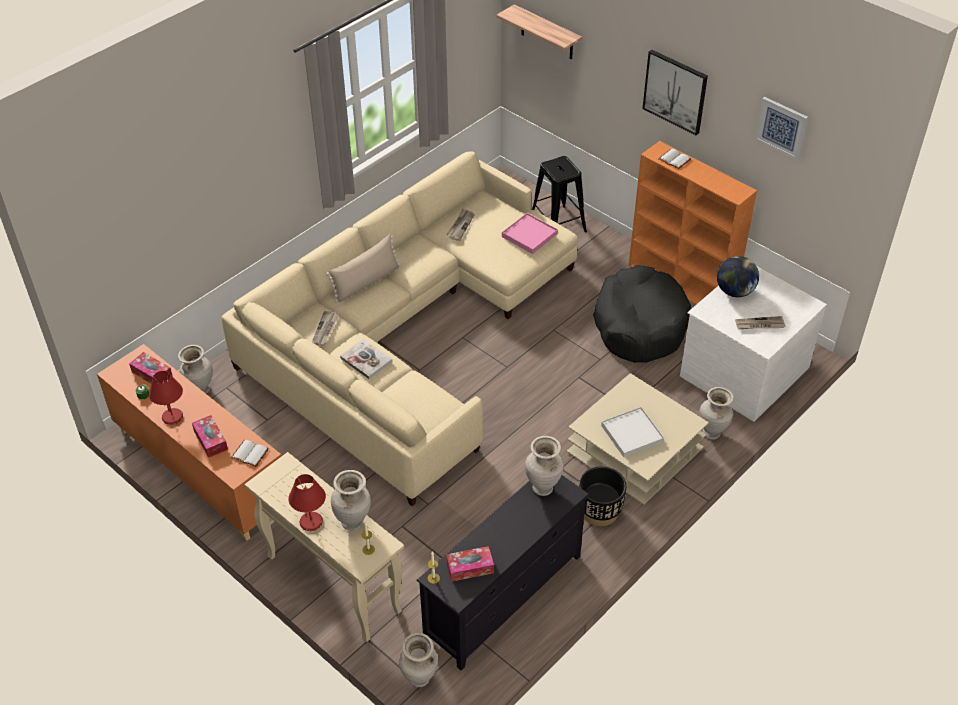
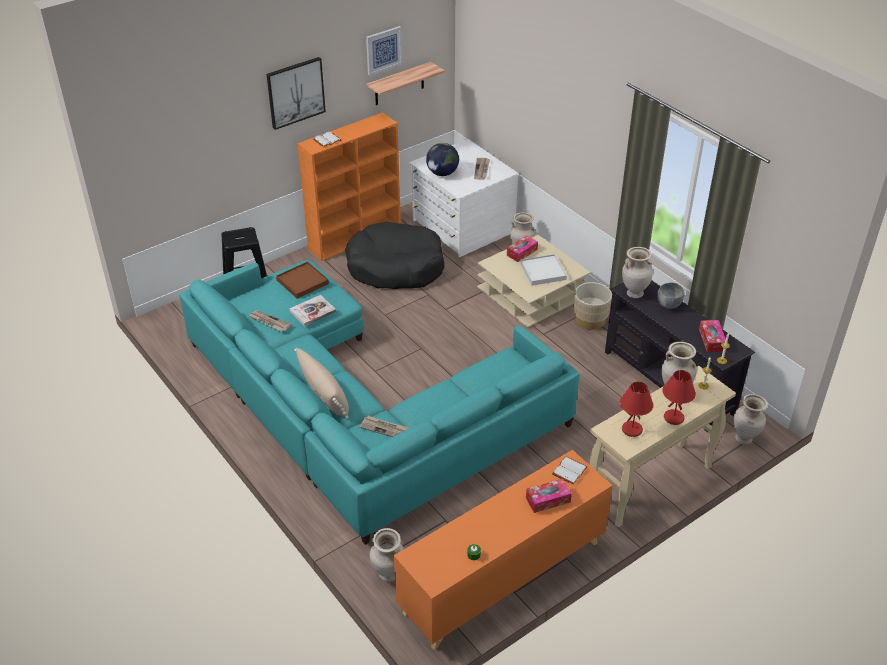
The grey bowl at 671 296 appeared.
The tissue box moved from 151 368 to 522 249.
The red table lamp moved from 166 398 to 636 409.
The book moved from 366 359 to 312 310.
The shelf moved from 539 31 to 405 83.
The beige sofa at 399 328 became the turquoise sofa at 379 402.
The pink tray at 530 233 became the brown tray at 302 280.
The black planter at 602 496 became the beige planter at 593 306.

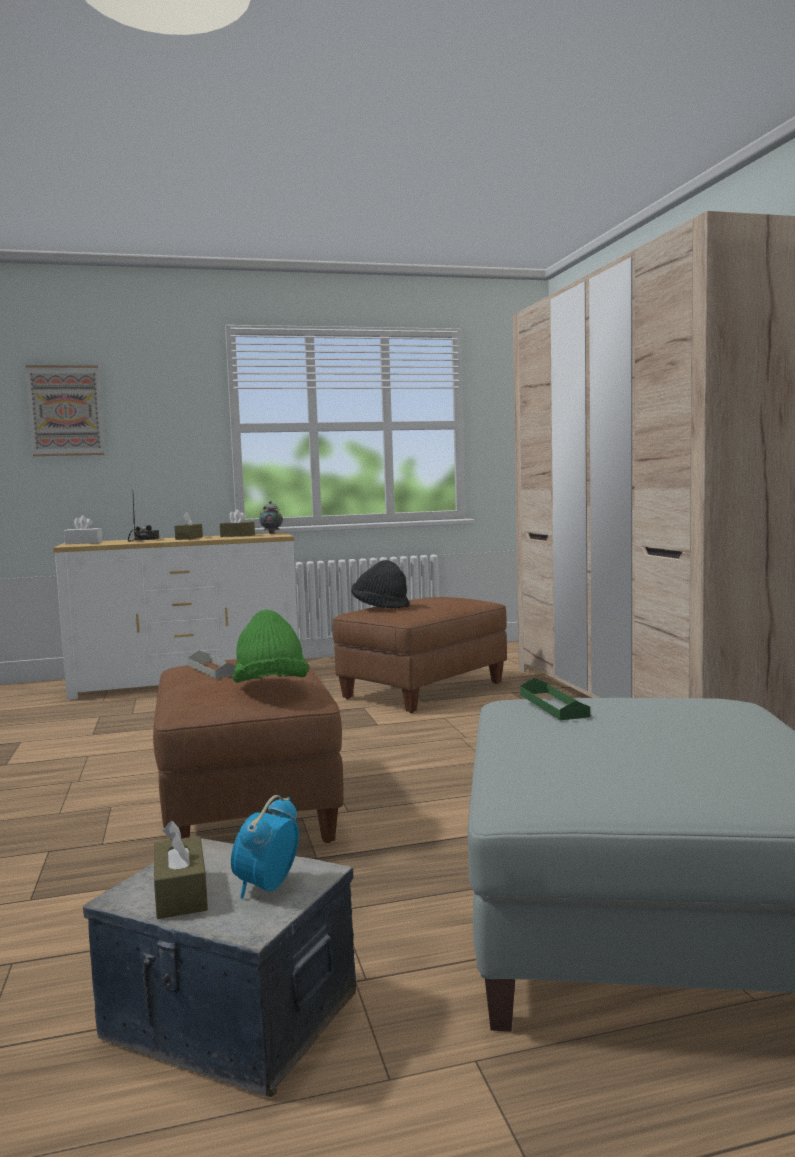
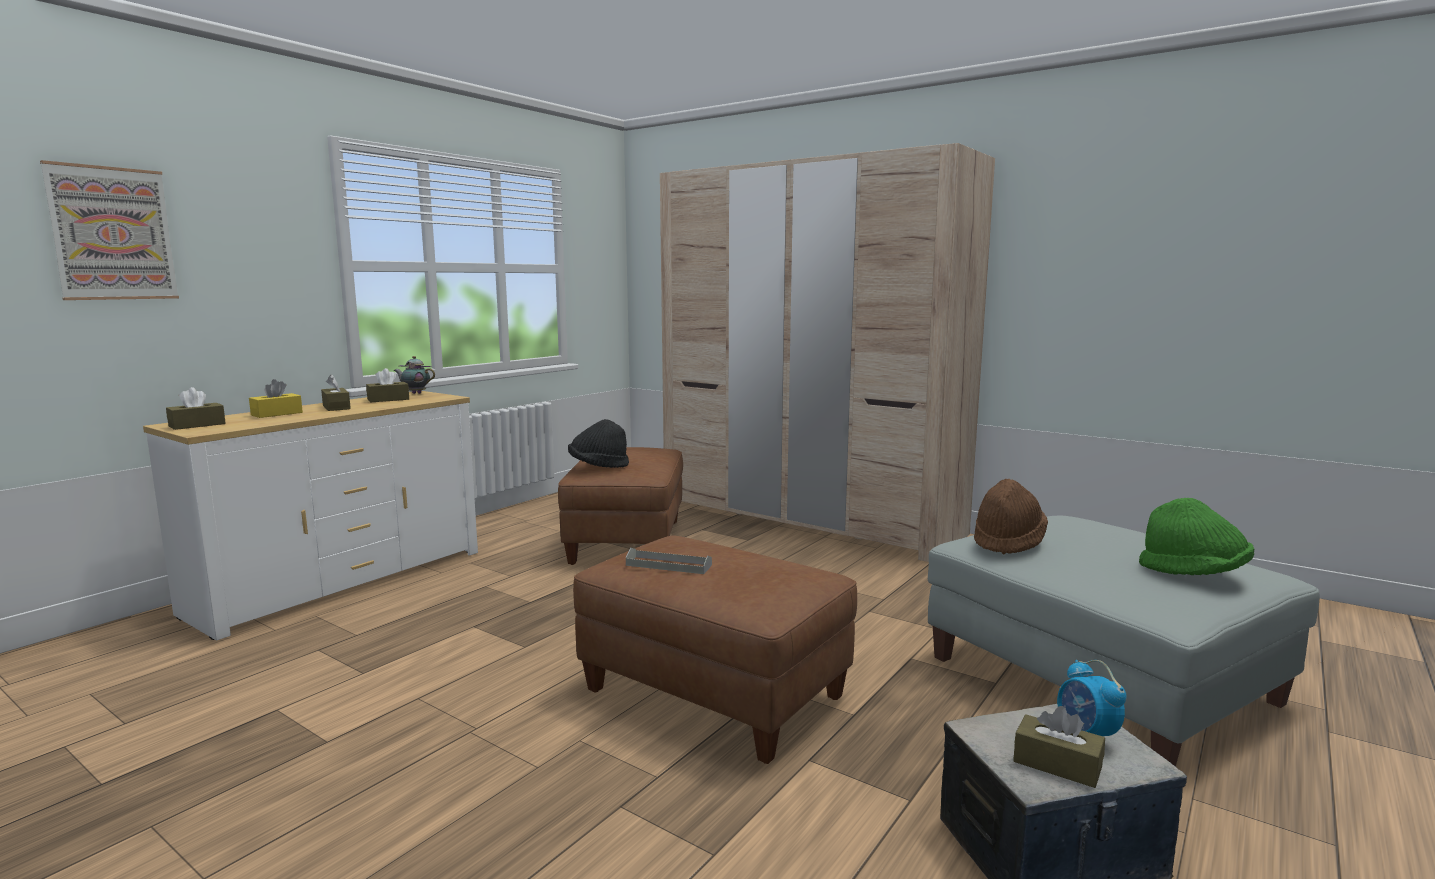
The green hat moved from 270 646 to 1196 536.
The radio at 143 519 was replaced by the yellow tissue box at 276 398.
The green tray at 555 699 was replaced by the brown hat at 1011 516.
The white tissue box at 83 529 became the brown tissue box at 196 408.

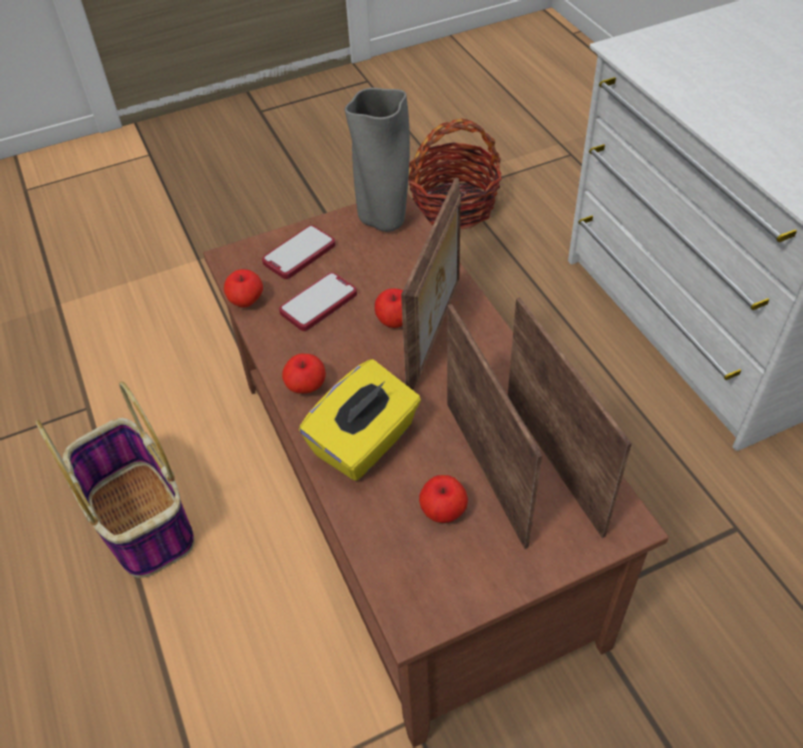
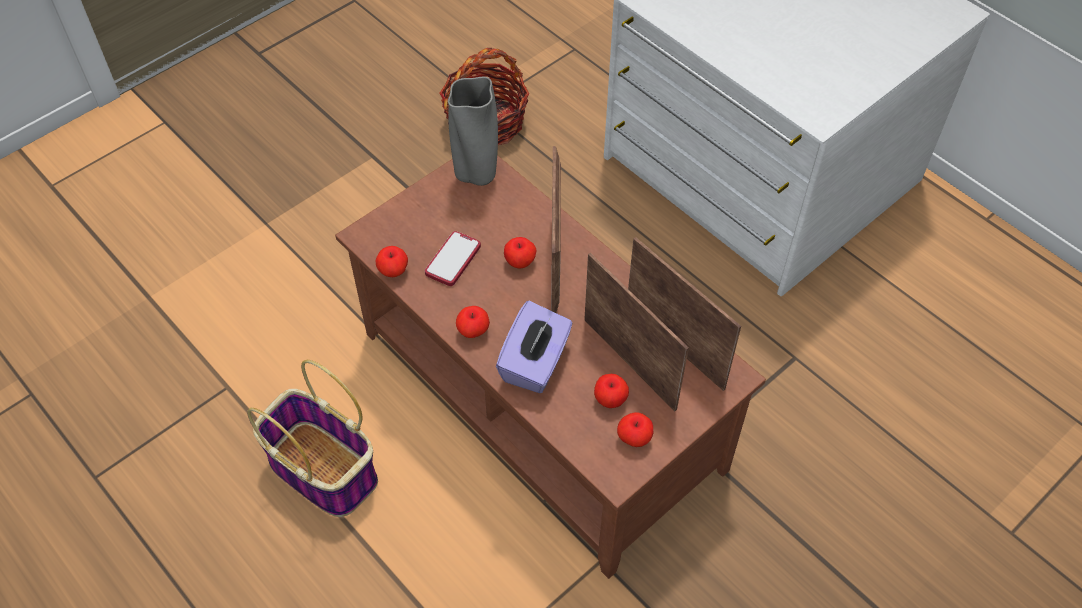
The phone at 298 252 disappeared.
The apple at 635 429 appeared.
The yellow tissue box at 360 420 became the purple tissue box at 534 347.

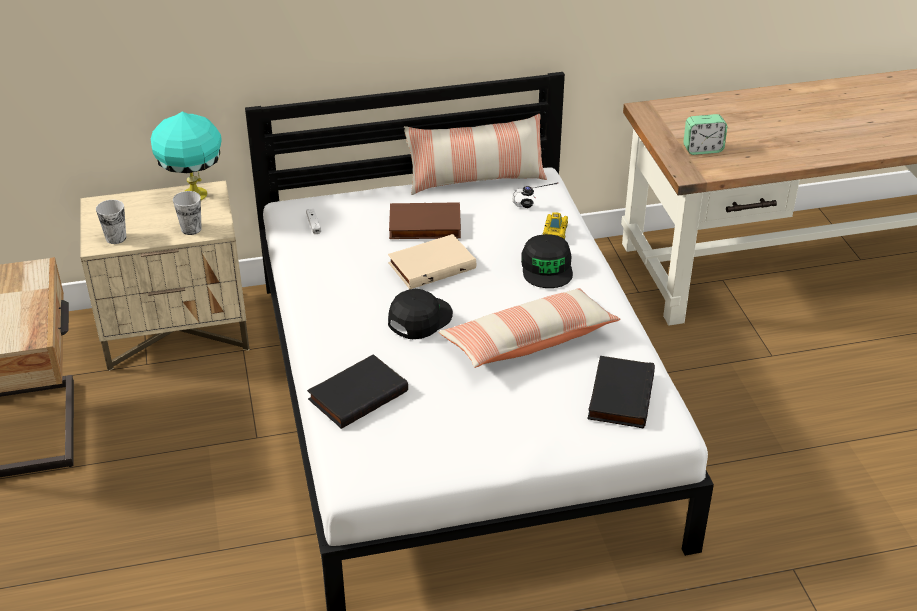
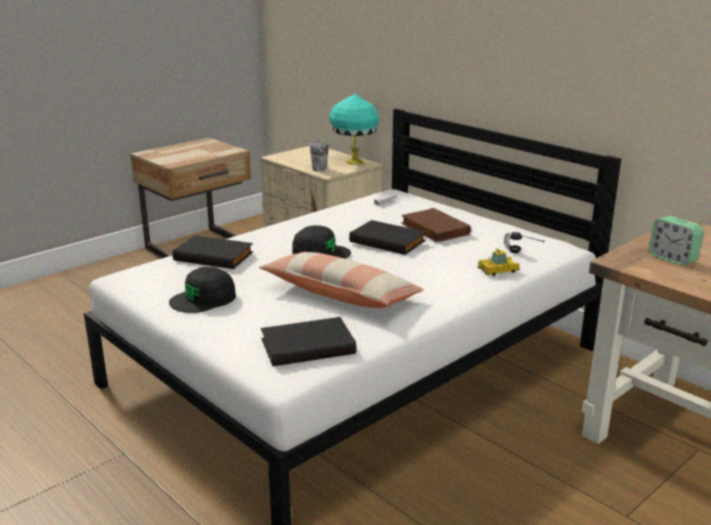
The cup at 111 222 disappeared.
The pillow at 475 154 disappeared.
The black cap moved from 547 261 to 202 290.
The beige book at 432 261 became the black book at 387 237.

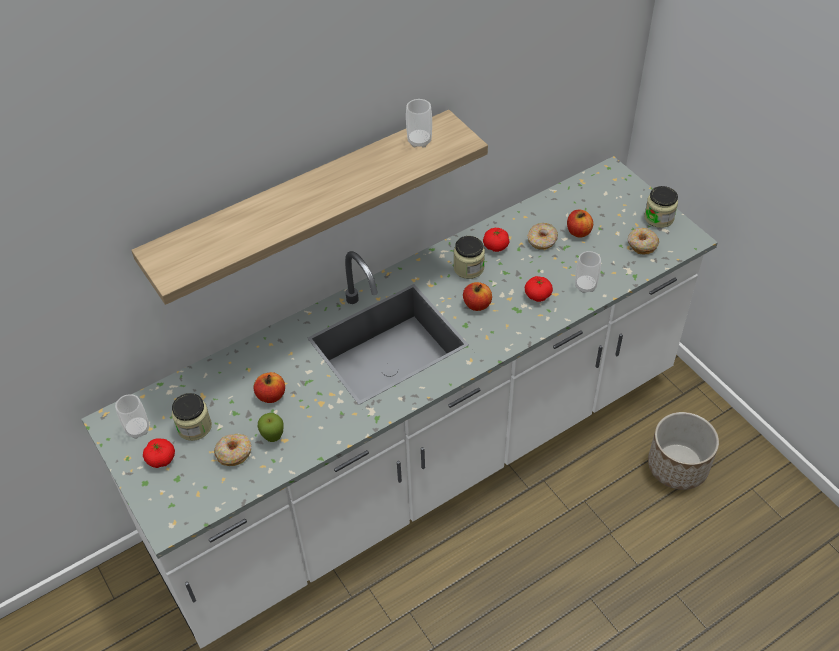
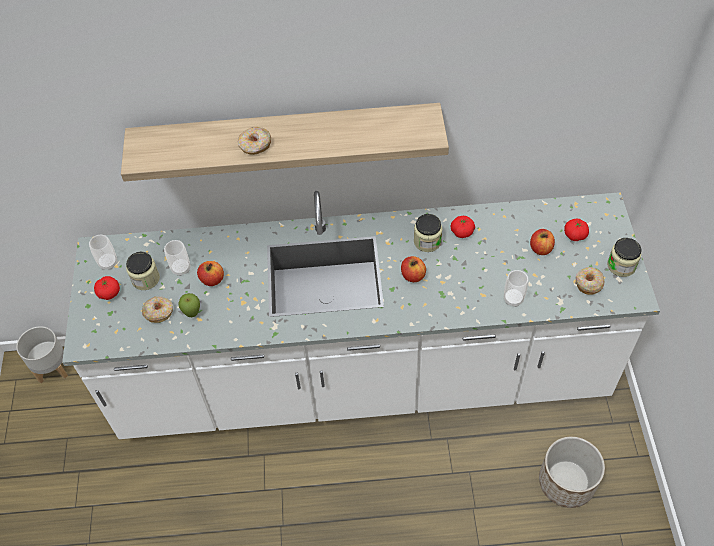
The grey planter at 42 355 appeared.
The cup moved from 419 123 to 177 258.
The tomato moved from 539 289 to 576 230.
The donut moved from 542 236 to 254 141.

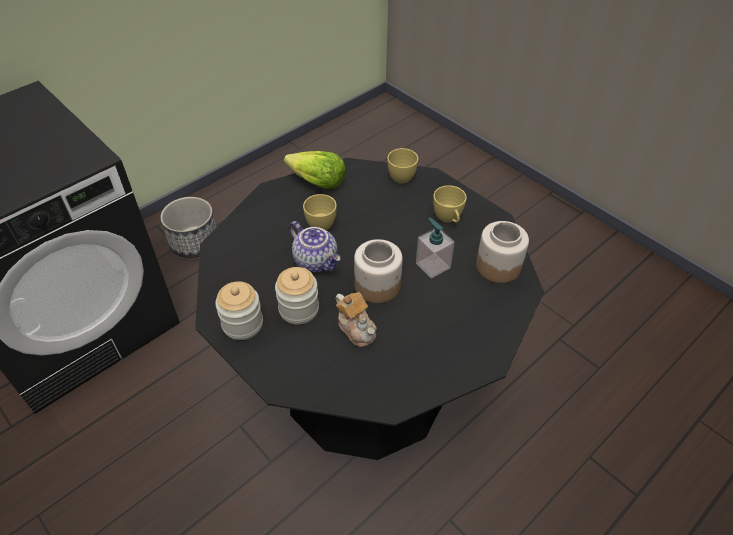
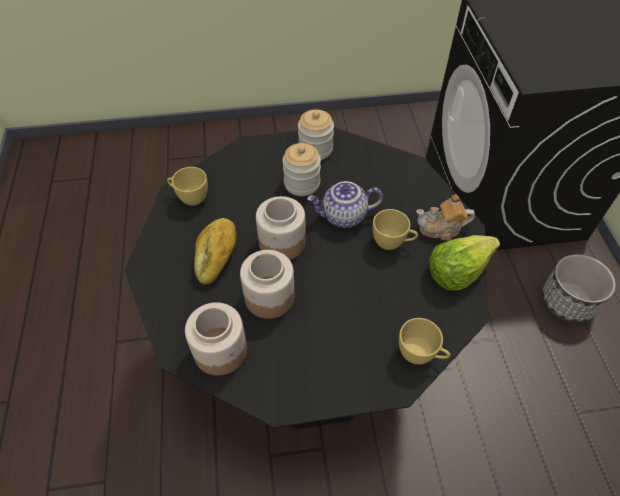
The bread at 215 251 appeared.
The teapot moved from 356 319 to 445 217.
The yellow cup moved from 450 204 to 187 186.
The soap dispenser at 435 248 was replaced by the jar at 267 284.

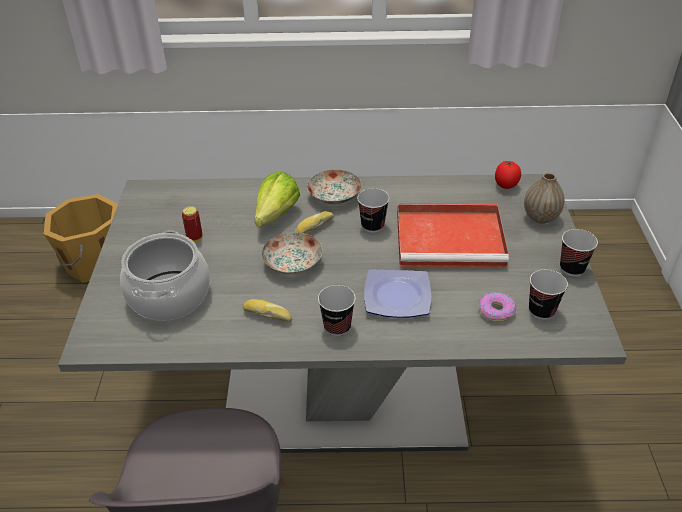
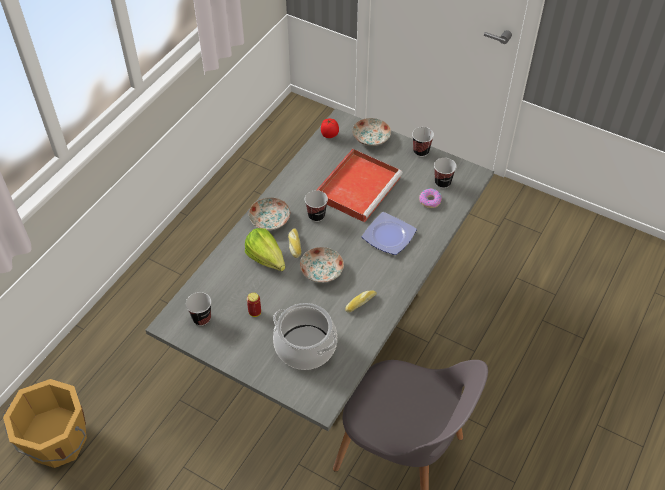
The cup moved from 337 310 to 198 309.
The vase at 544 198 was replaced by the plate at 371 132.

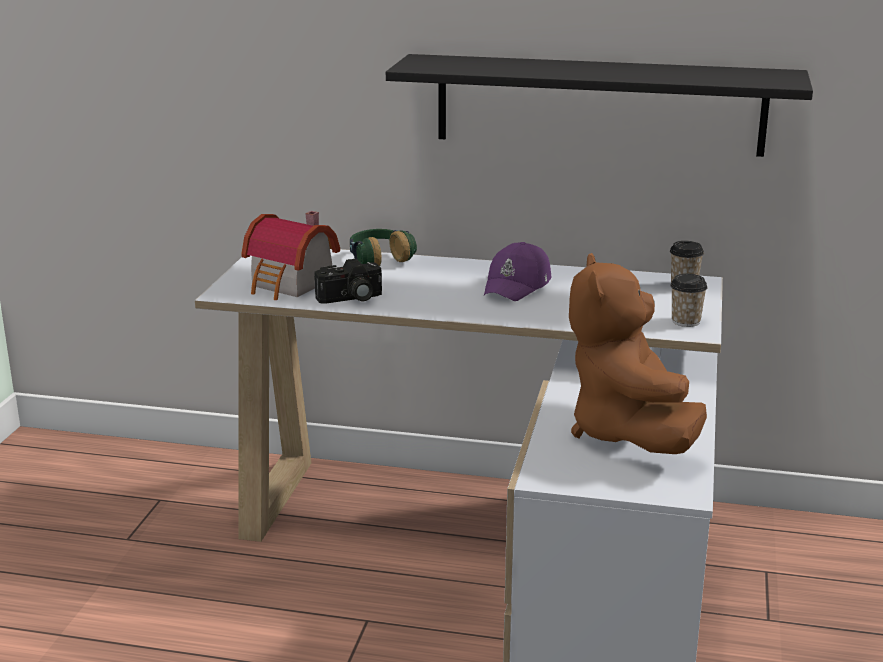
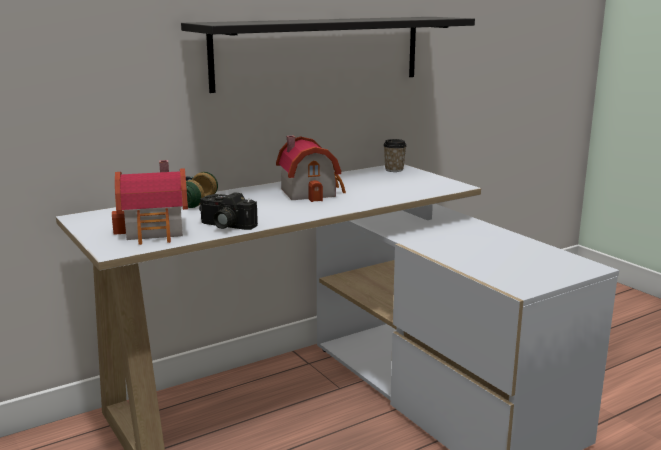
The brown plush toy at 638 353 disappeared.
The cup at 689 300 disappeared.
The purple cap at 517 271 was replaced by the toy house at 311 169.
The photo camera at 348 281 turned 90 degrees clockwise.

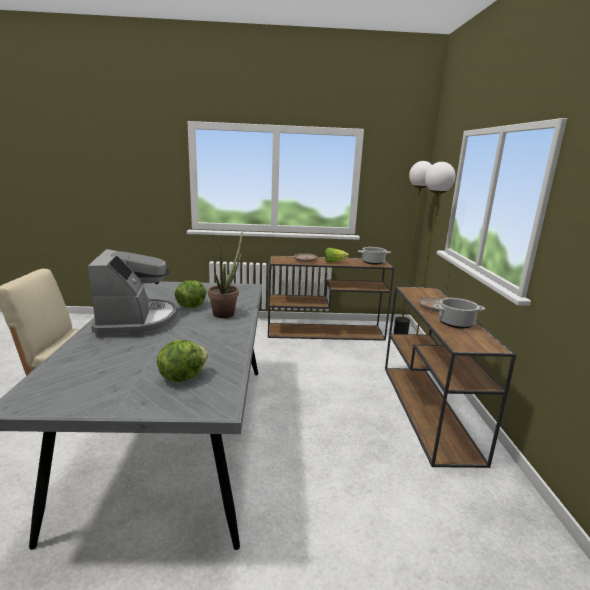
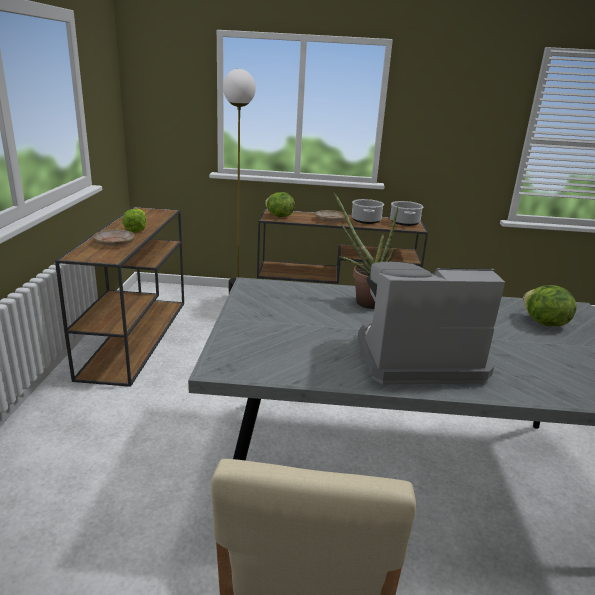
The floor lamp at 412 247 disappeared.
The lettuce moved from 191 294 to 280 204.
The cooking pot moved from 374 256 to 406 213.

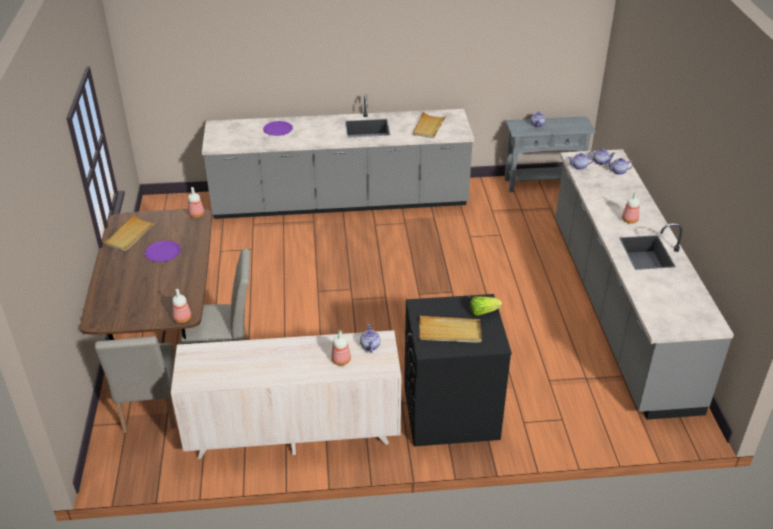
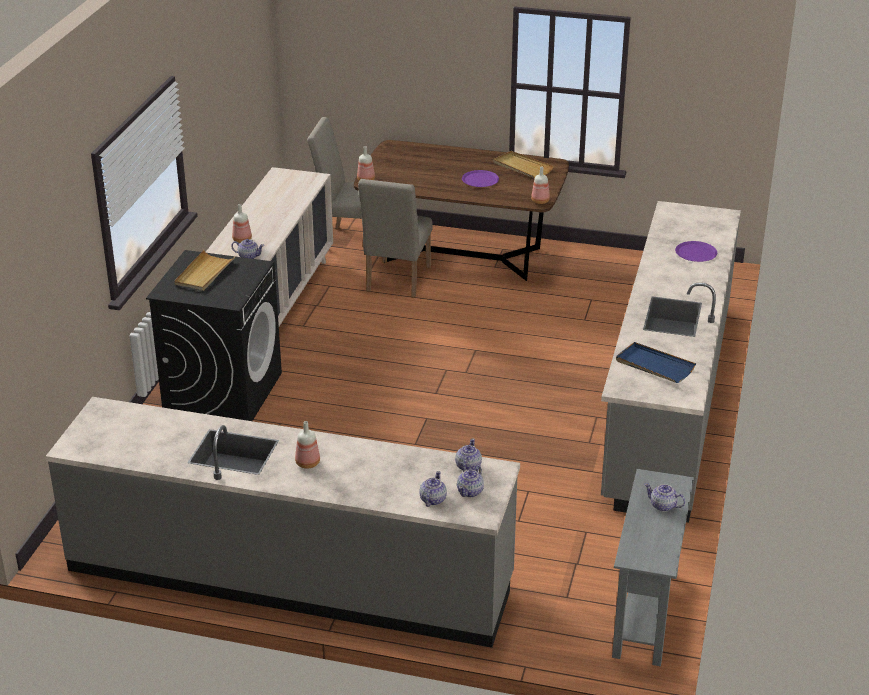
The lettuce at 486 306 disappeared.
The beige tray at 430 125 became the blue tray at 656 362.

